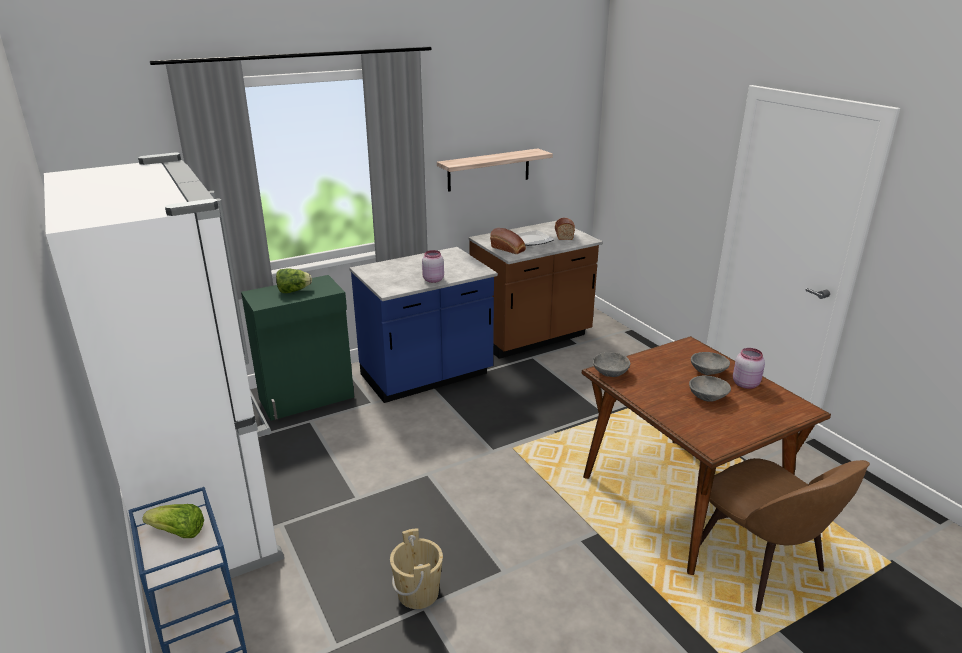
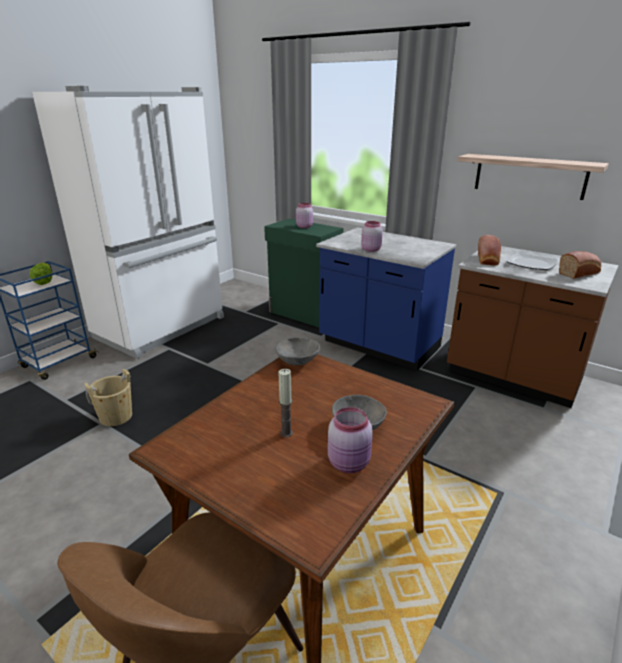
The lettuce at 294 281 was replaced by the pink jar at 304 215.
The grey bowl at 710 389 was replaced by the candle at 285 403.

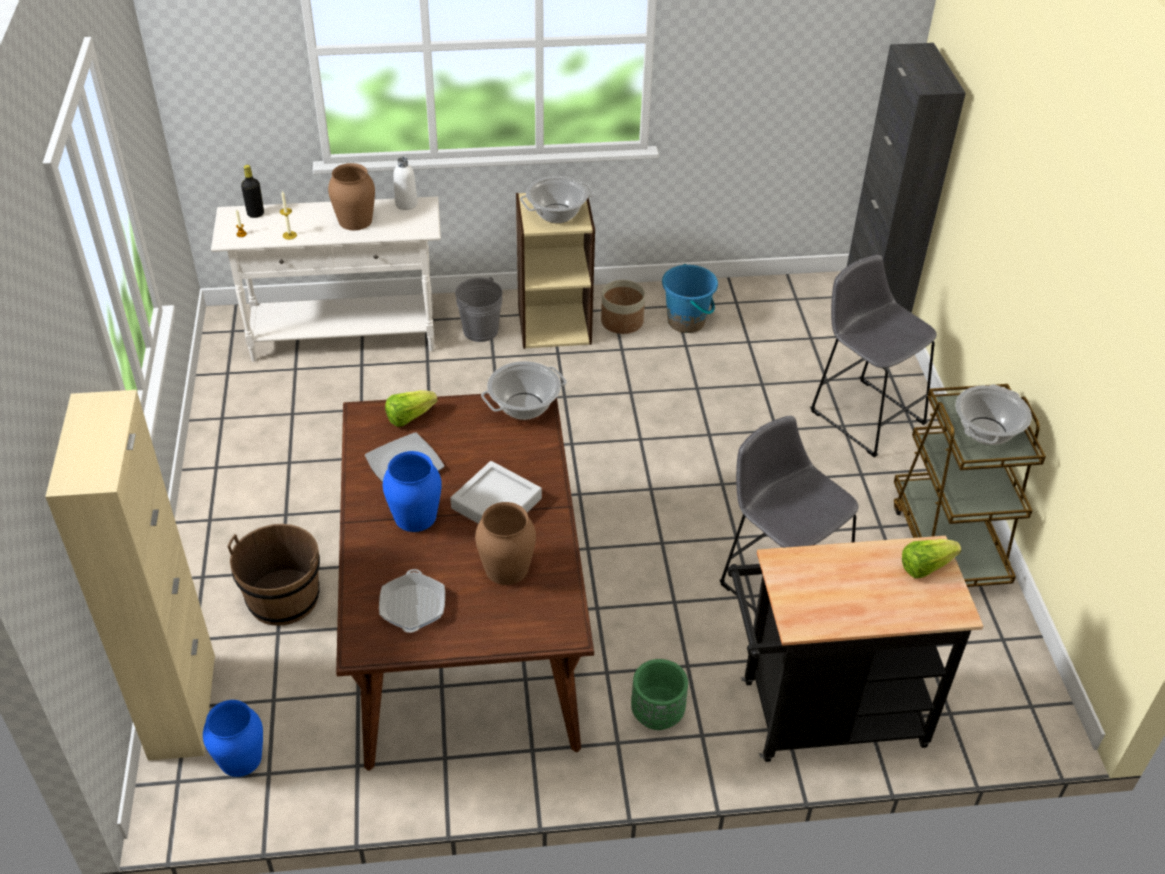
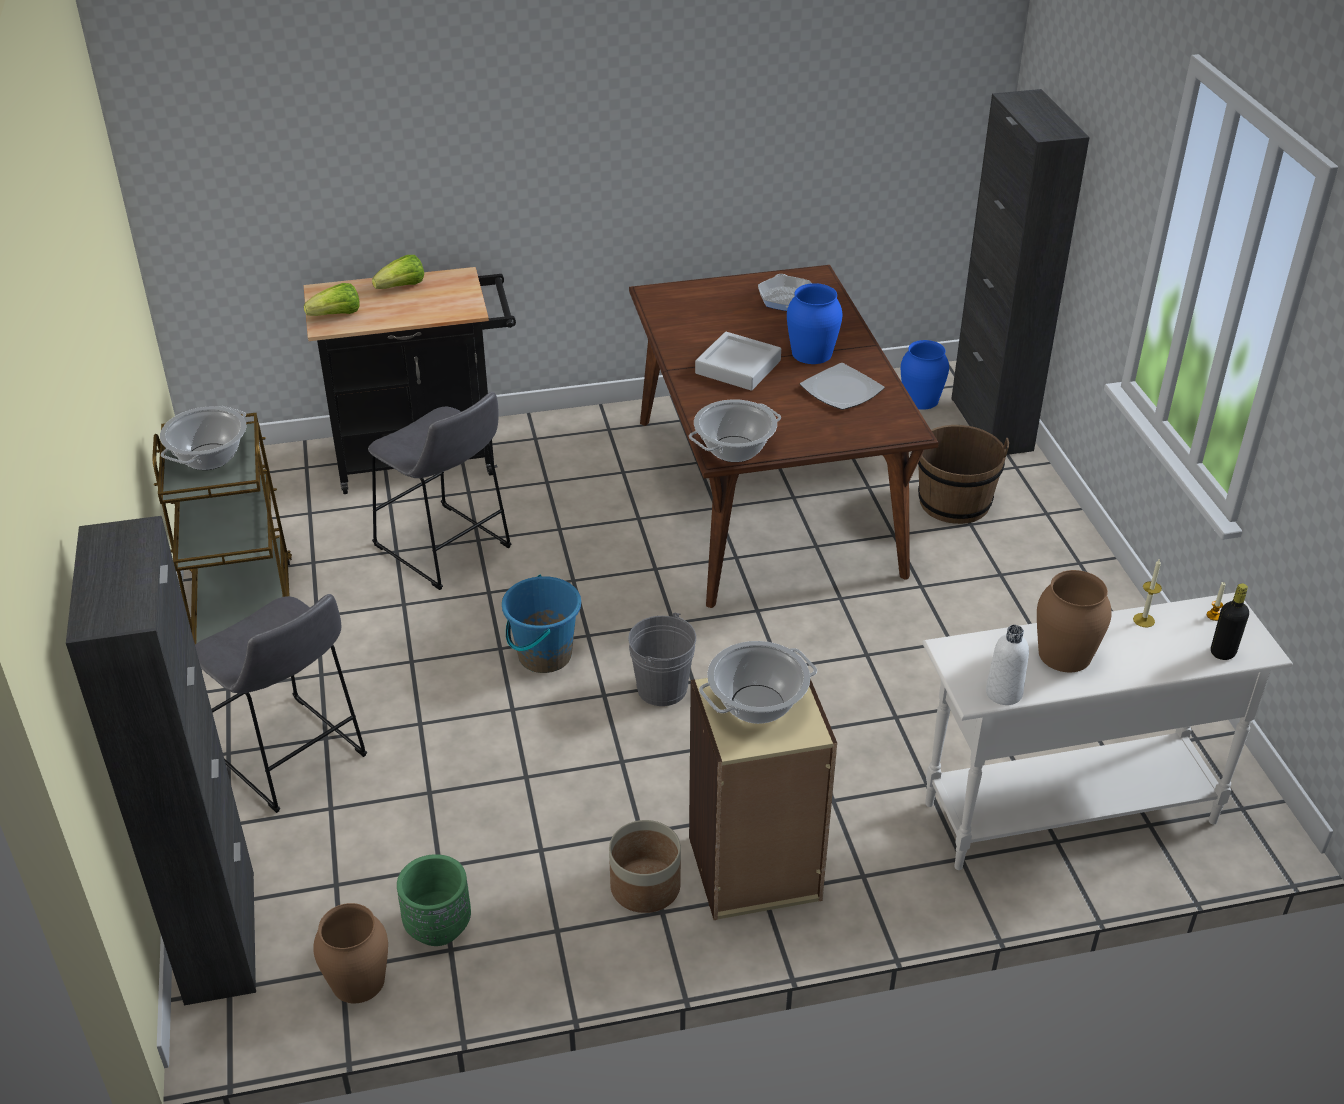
The lettuce moved from 411 408 to 398 272.
The grey bucket moved from 479 309 to 662 659.
The brown vase moved from 505 543 to 350 953.
The green planter moved from 659 694 to 434 900.
The blue bucket moved from 690 298 to 541 624.
The beige cabinet at 130 575 became the black cabinet at 1020 272.

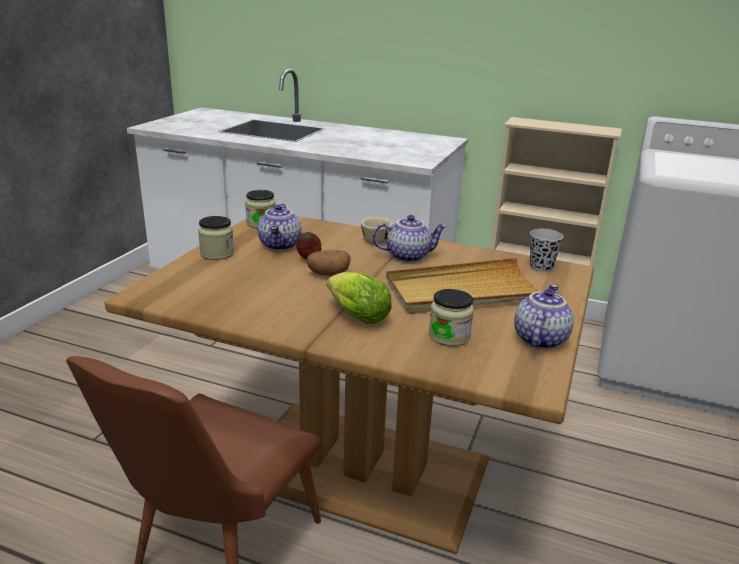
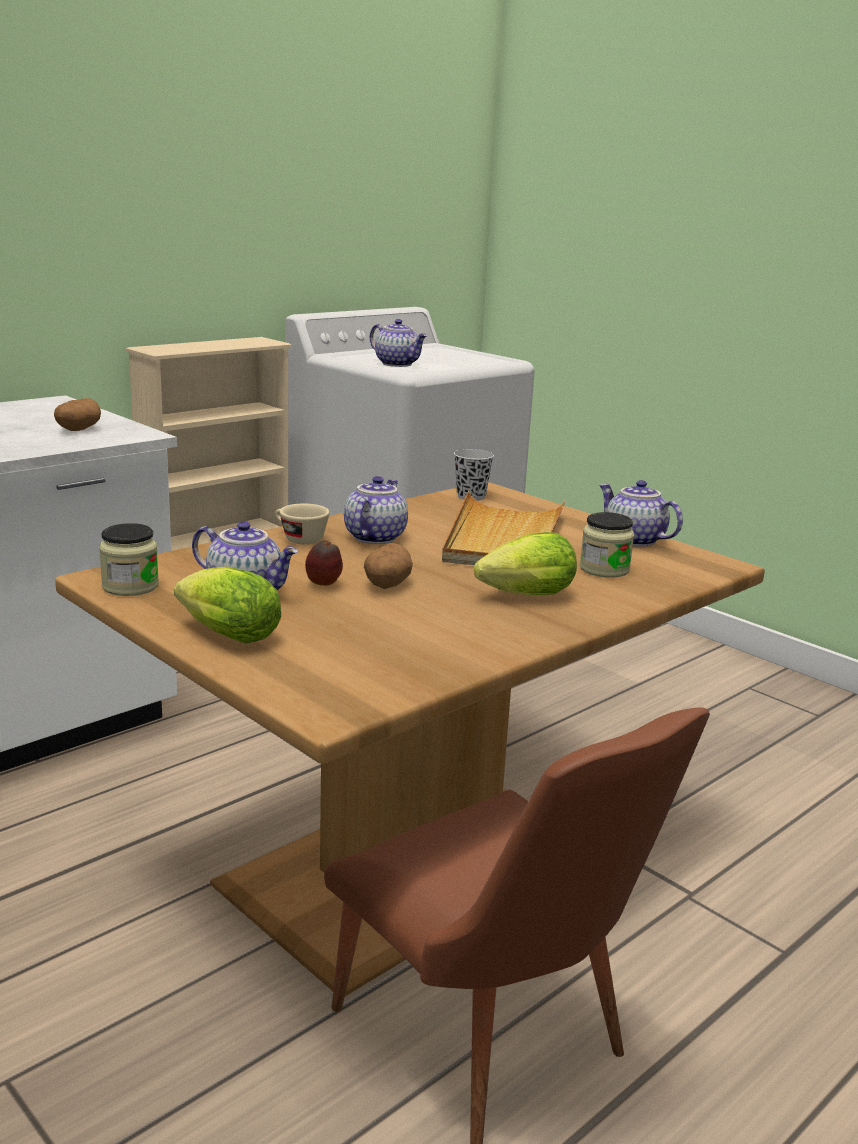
The potato at 77 414 appeared.
The teapot at 398 343 appeared.
The jar at 216 238 was replaced by the lettuce at 227 605.

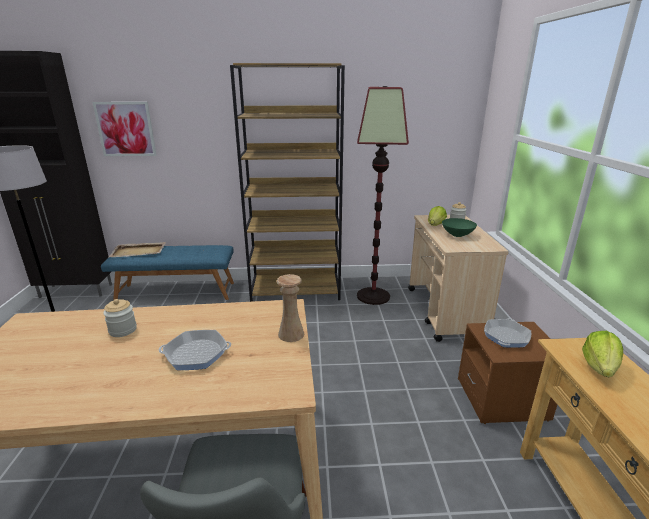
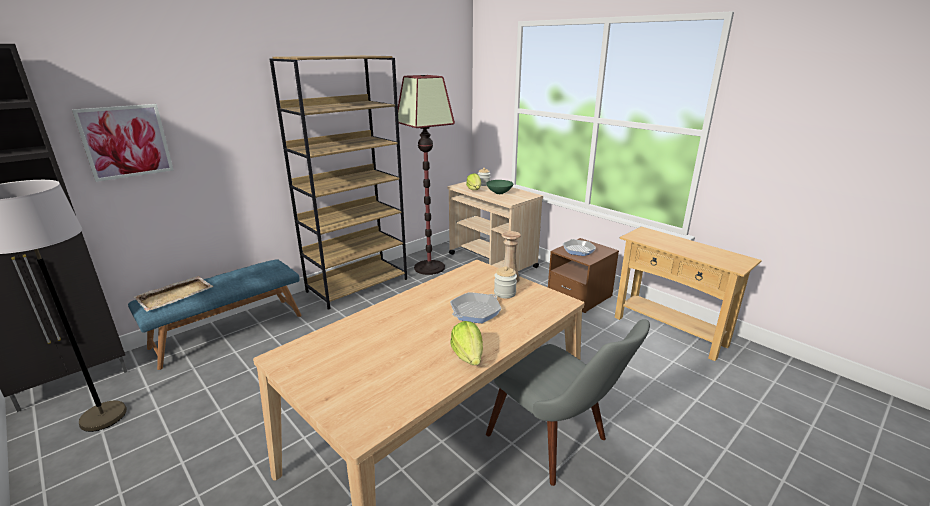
The jar moved from 120 318 to 505 282.
The lettuce moved from 602 354 to 466 343.

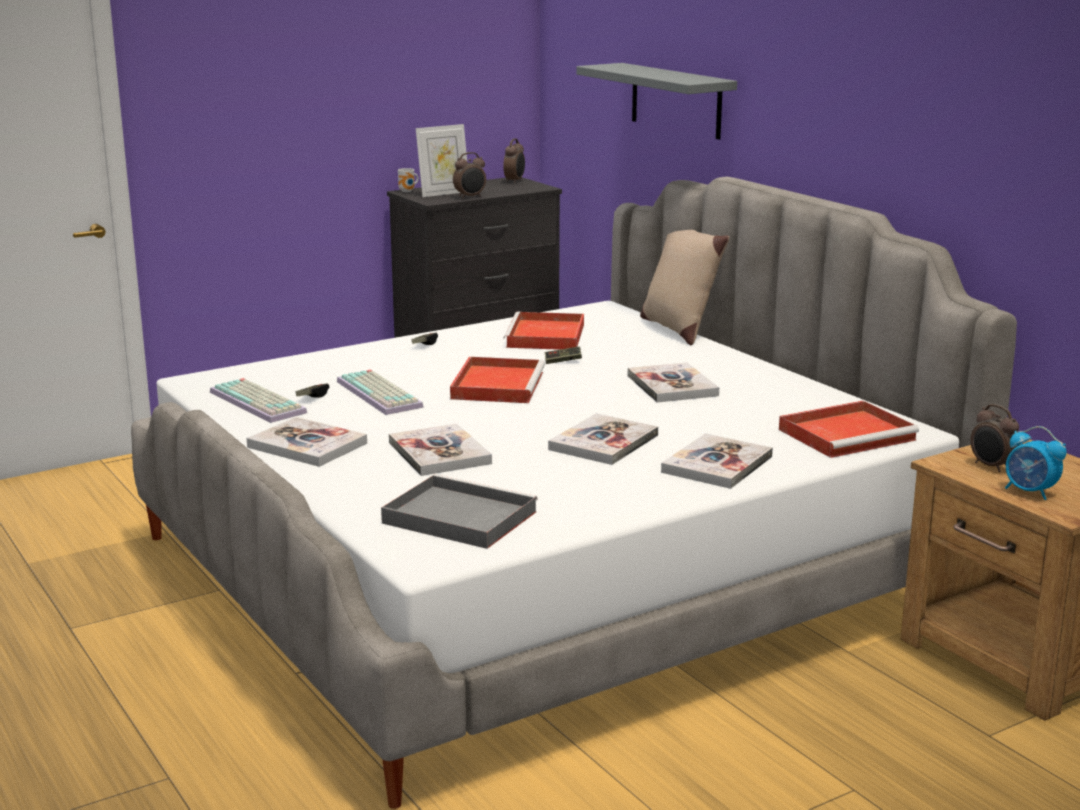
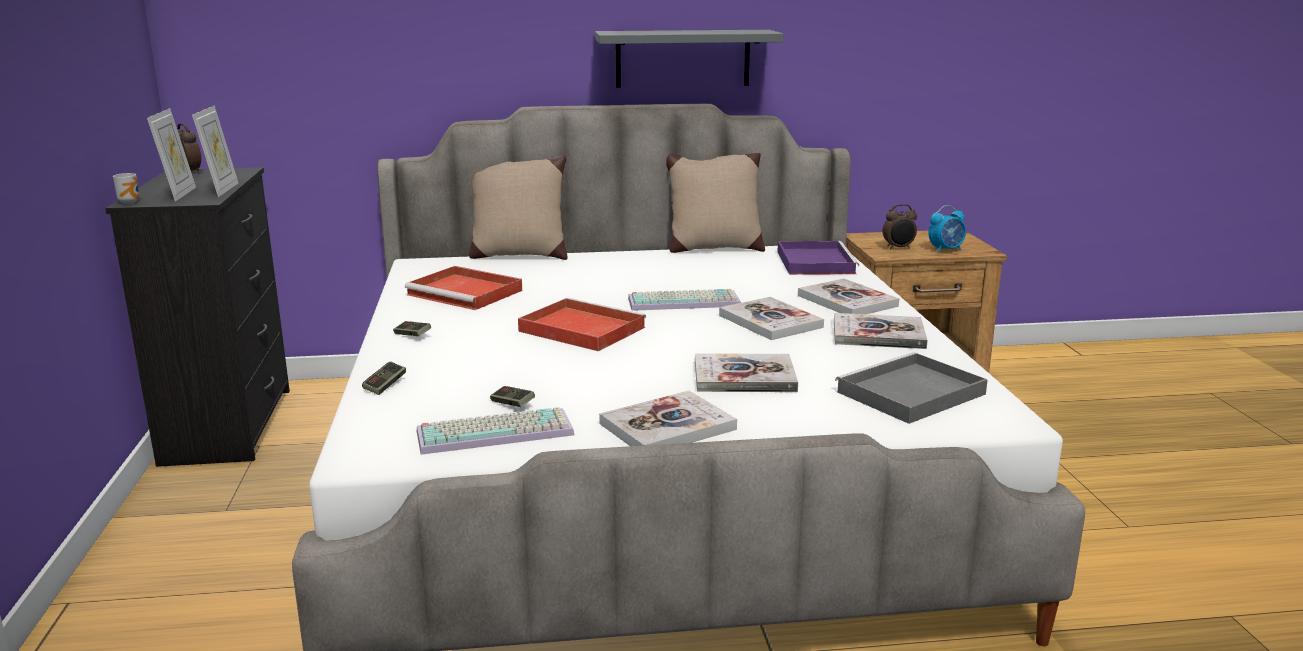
The beige pillow at 715 203 appeared.
The keyboard moved from 380 392 to 684 300.
The game controller moved from 563 355 to 384 378.
The grey shelf moved from 656 101 to 689 59.
The book moved from 673 382 to 881 331.
The alarm clock at 469 175 was replaced by the picture frame at 215 151.
The red tray at 849 429 became the purple tray at 818 258.

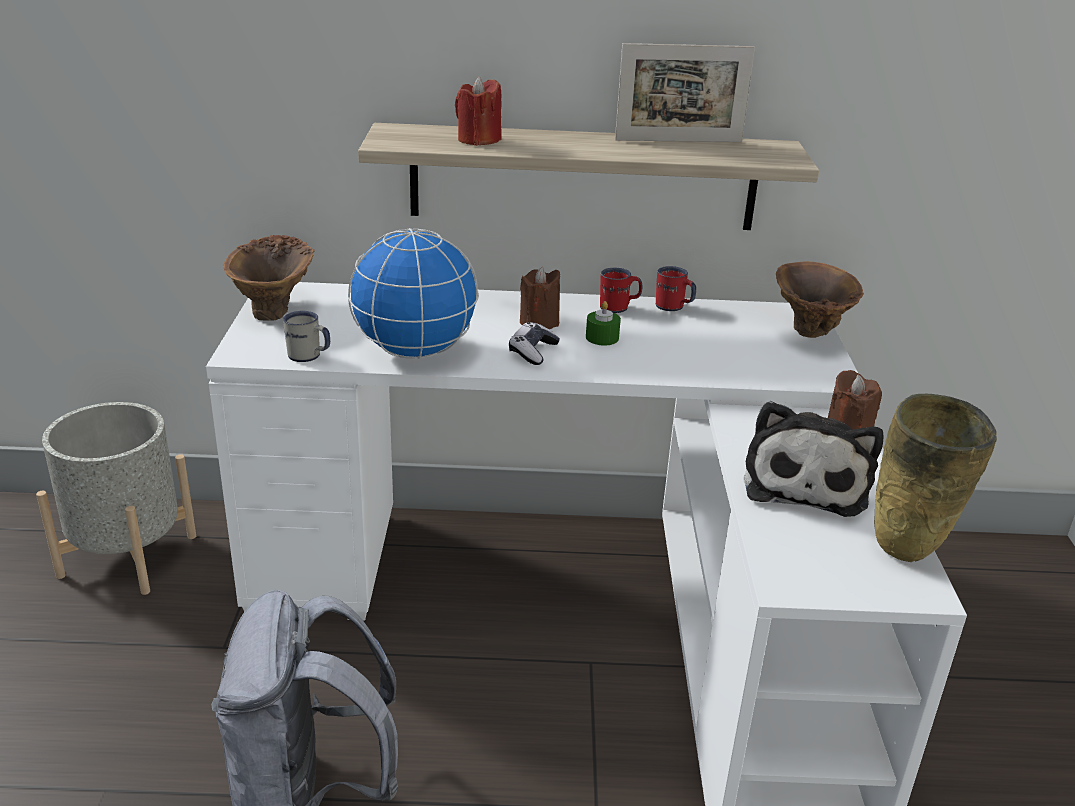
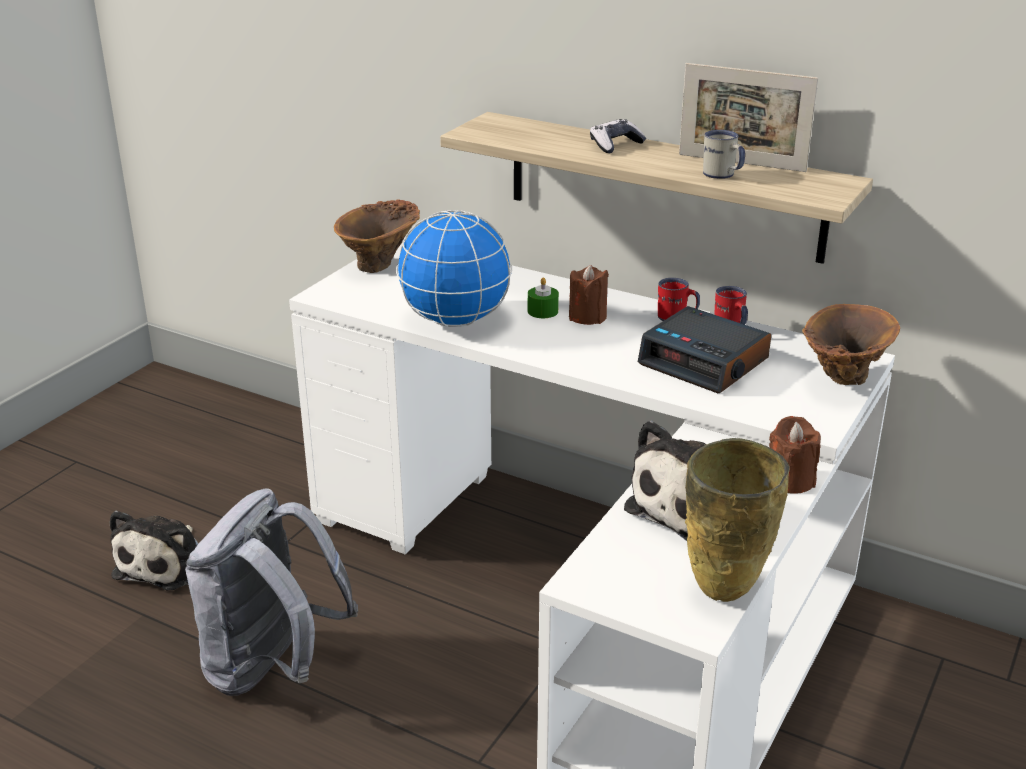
The grey planter at 116 498 disappeared.
The red candle at 478 111 disappeared.
The plush toy at 154 550 appeared.
The alarm clock at 704 349 appeared.
The white mug moved from 306 336 to 724 154.
The game controller moved from 534 343 to 618 136.
The green candle moved from 603 323 to 543 297.

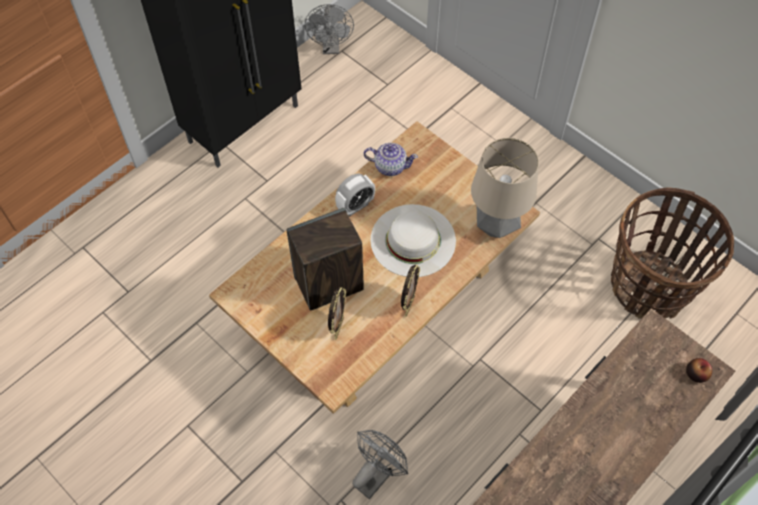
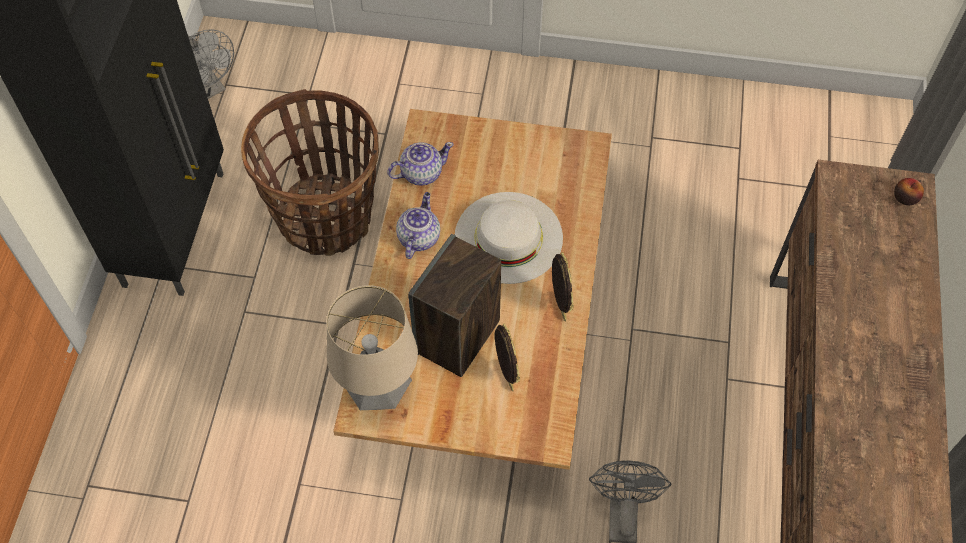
The table lamp moved from 505 188 to 372 347.
The basket moved from 672 253 to 310 172.
The alarm clock at 355 195 was replaced by the teapot at 418 225.

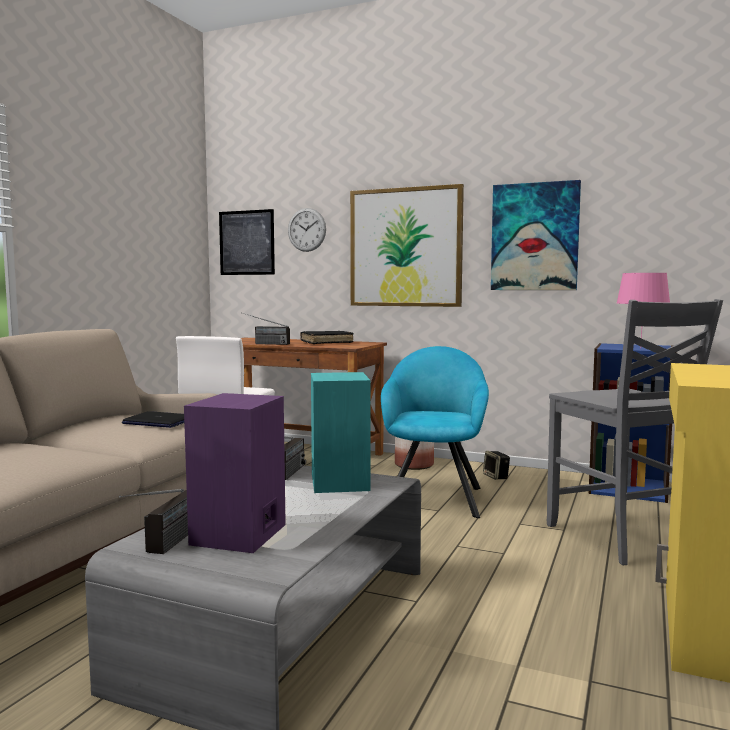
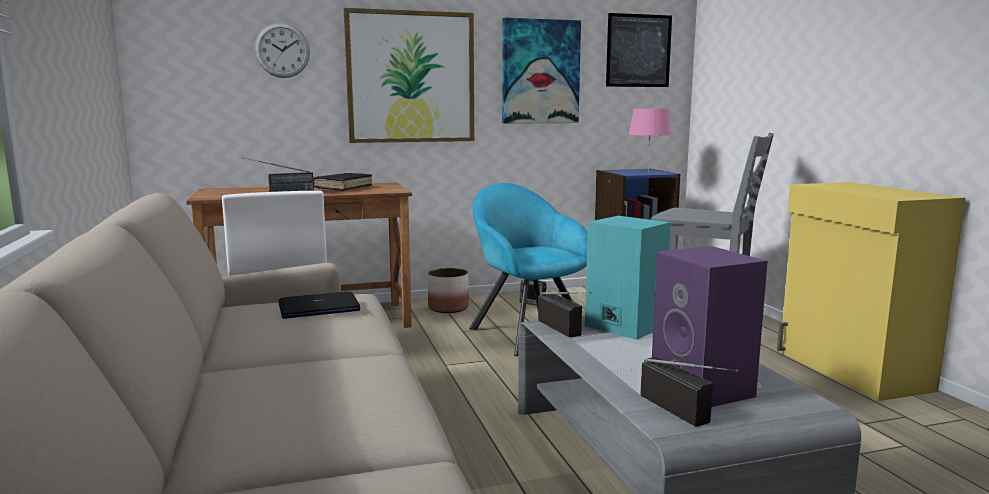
The picture moved from 247 242 to 639 50.

